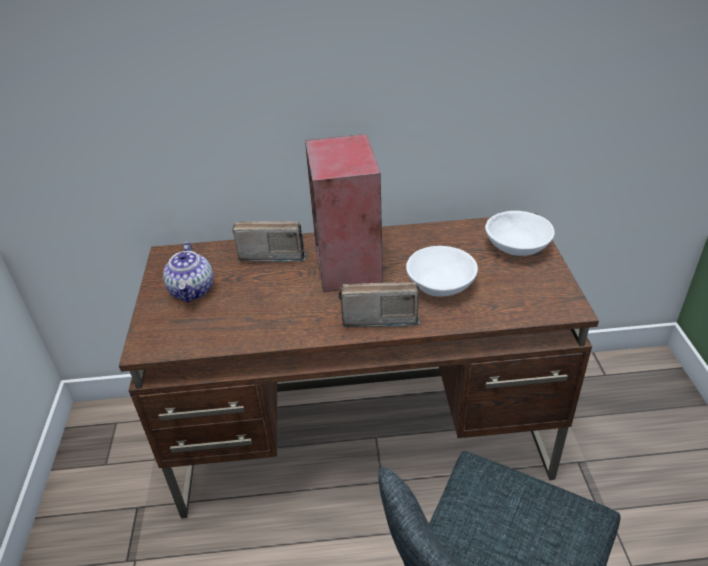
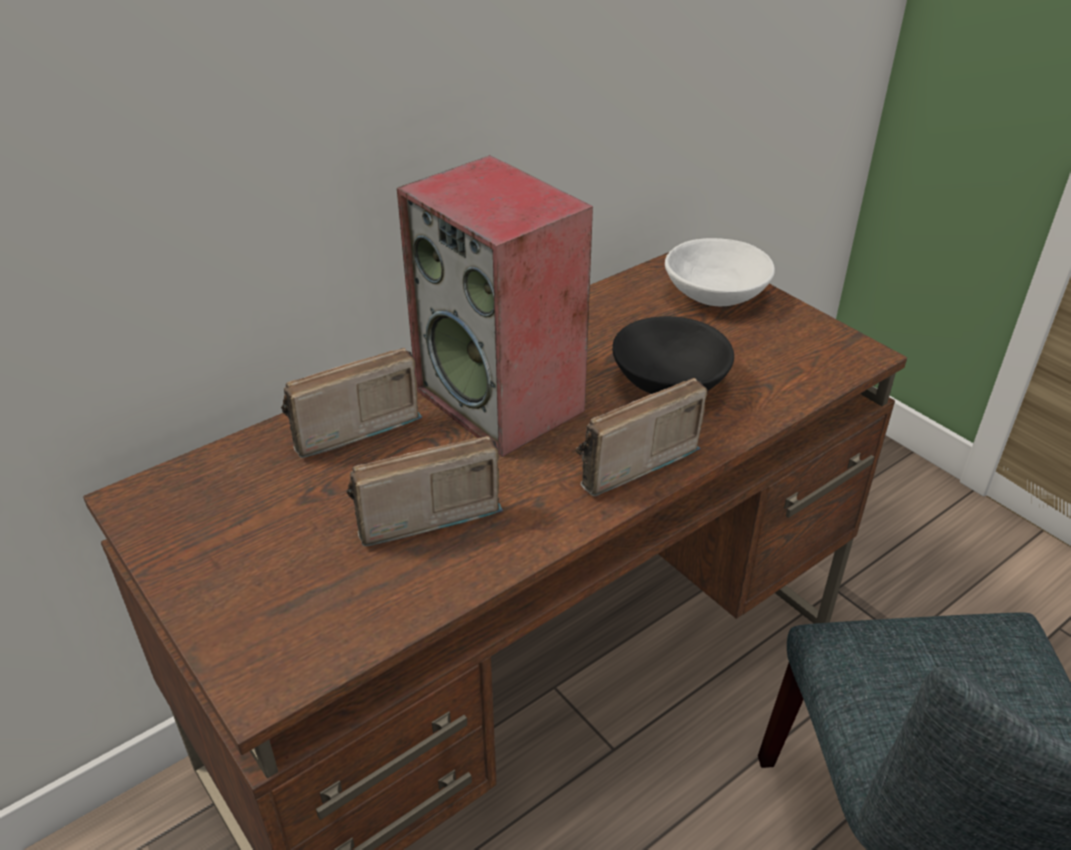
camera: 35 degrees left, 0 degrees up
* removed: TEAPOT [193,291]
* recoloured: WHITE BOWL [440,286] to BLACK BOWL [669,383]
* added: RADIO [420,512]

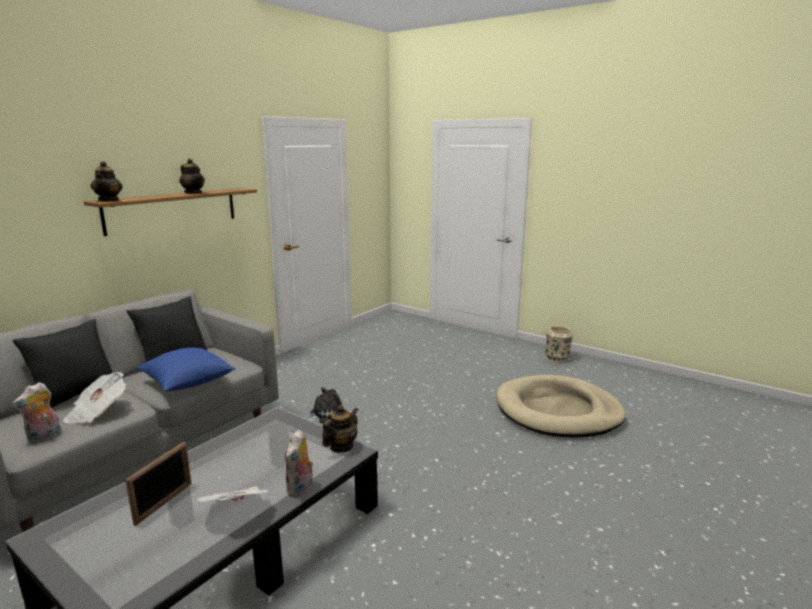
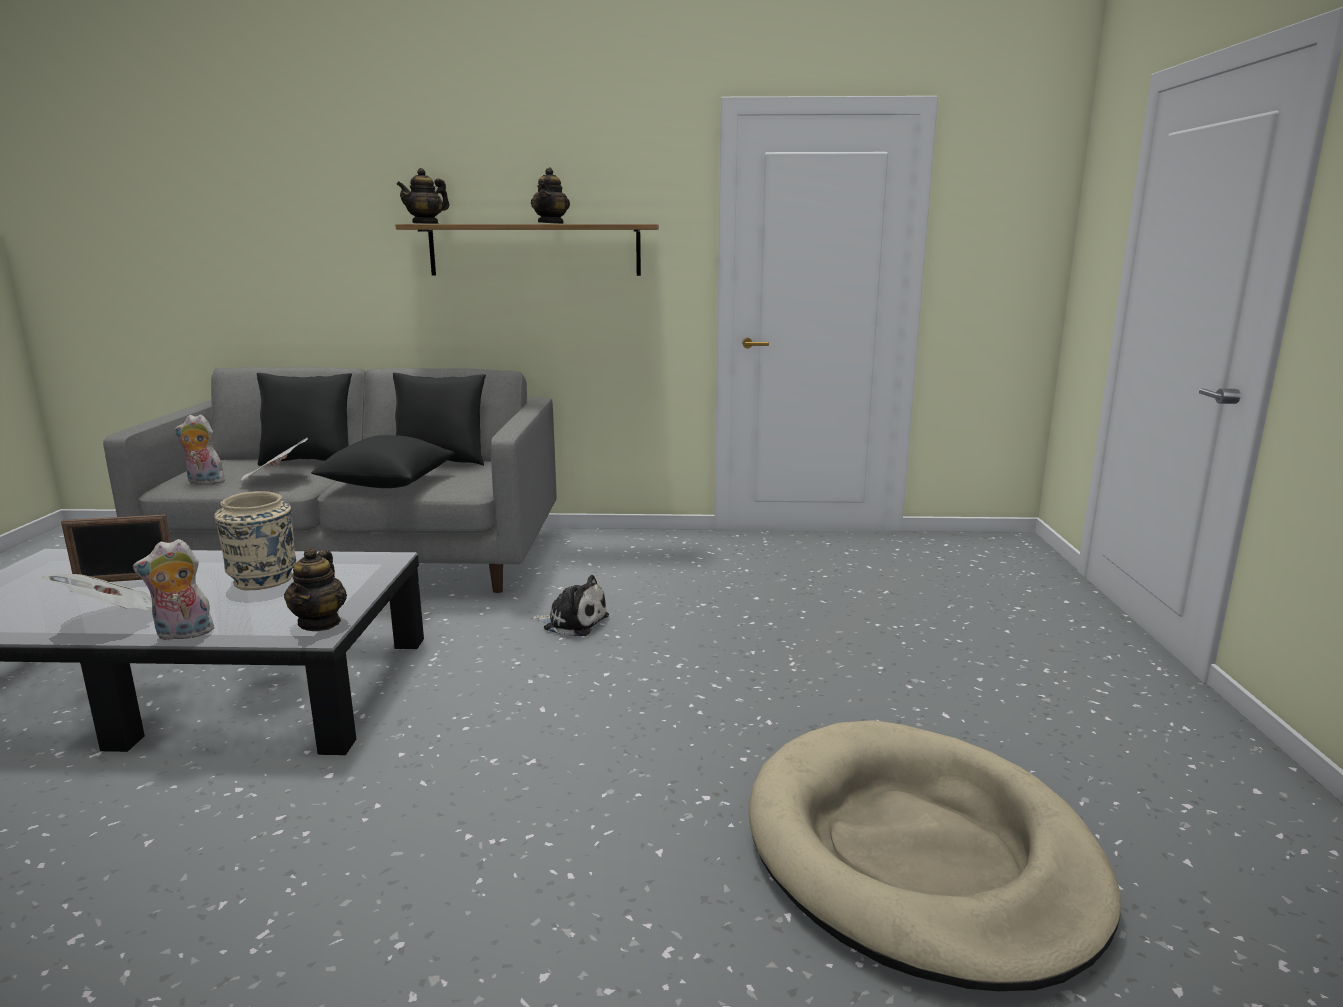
camera: 55 degrees right, 0 degrees up
* moved: BEIGE VASE [557,358] to [263,580]
* recoloured: BLUE PILLOW [188,382] to BLACK PILLOW [387,484]
* turned: TEAPOT [341,447] = [320,623] 90 degrees clockwise

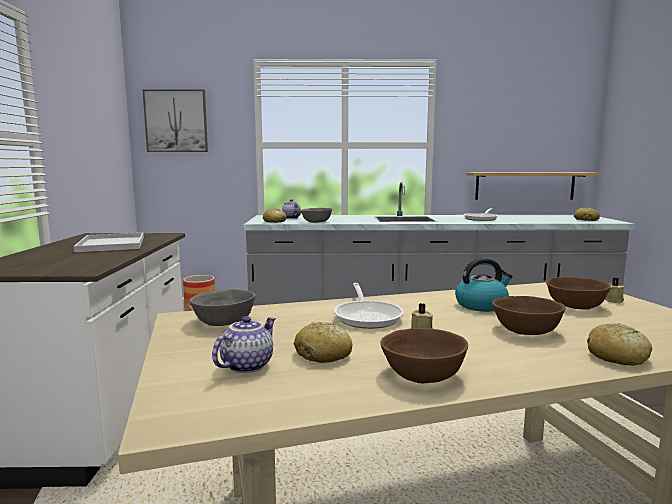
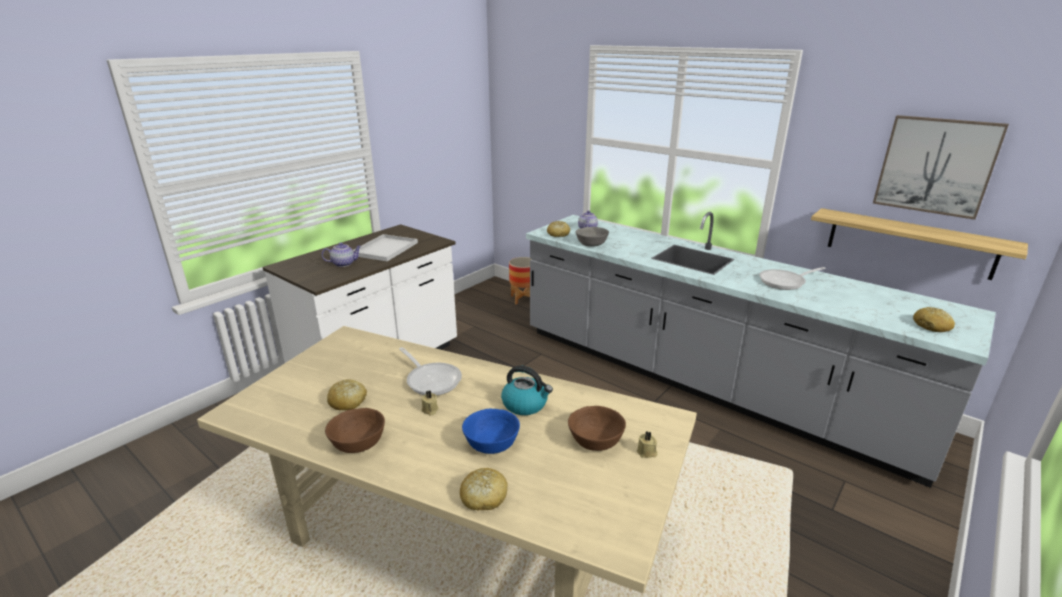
camera: 40 degrees right, 15 degrees up
* moved: PICTURE [176,121] to [936,166]
* turned: FRYING PAN [367,316] = [432,380] 75 degrees counterclockwise
* removed: GREY BOWL [223,321]
* recoloured: BROWN BOWL [525,330] to BLUE BOWL [491,443]
* moved: TEAPOT [246,365] to [344,264]

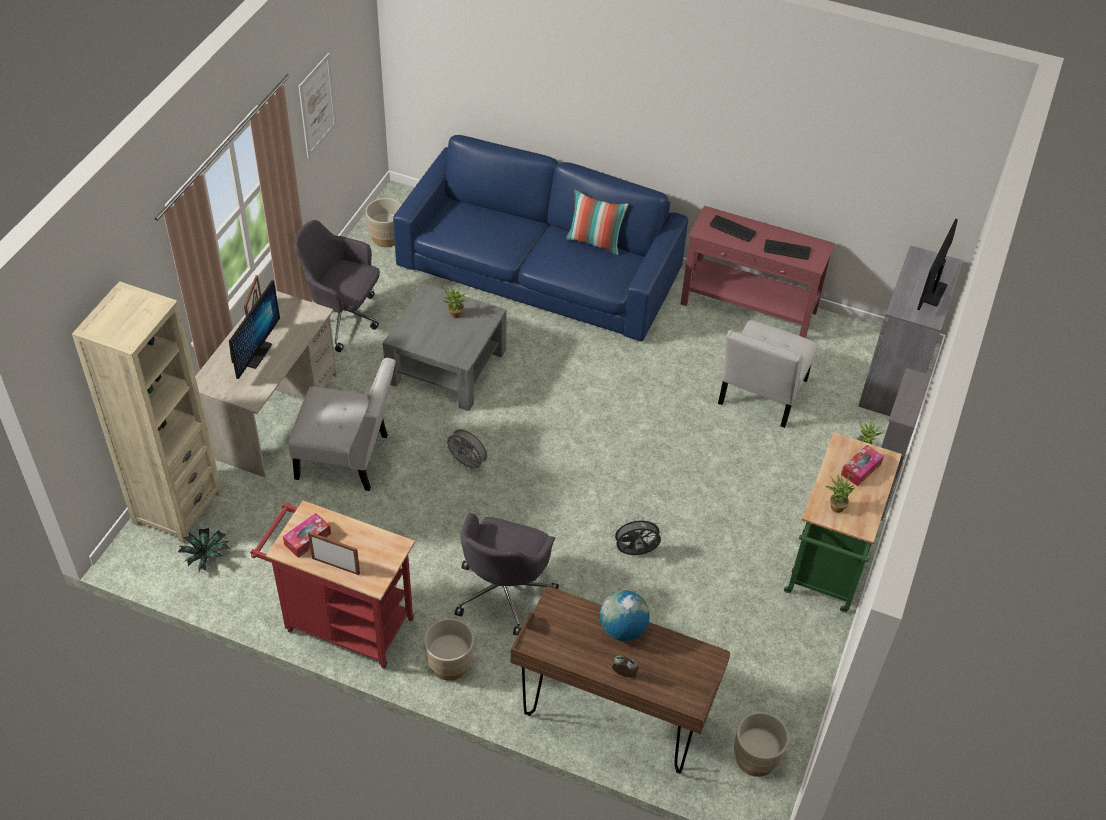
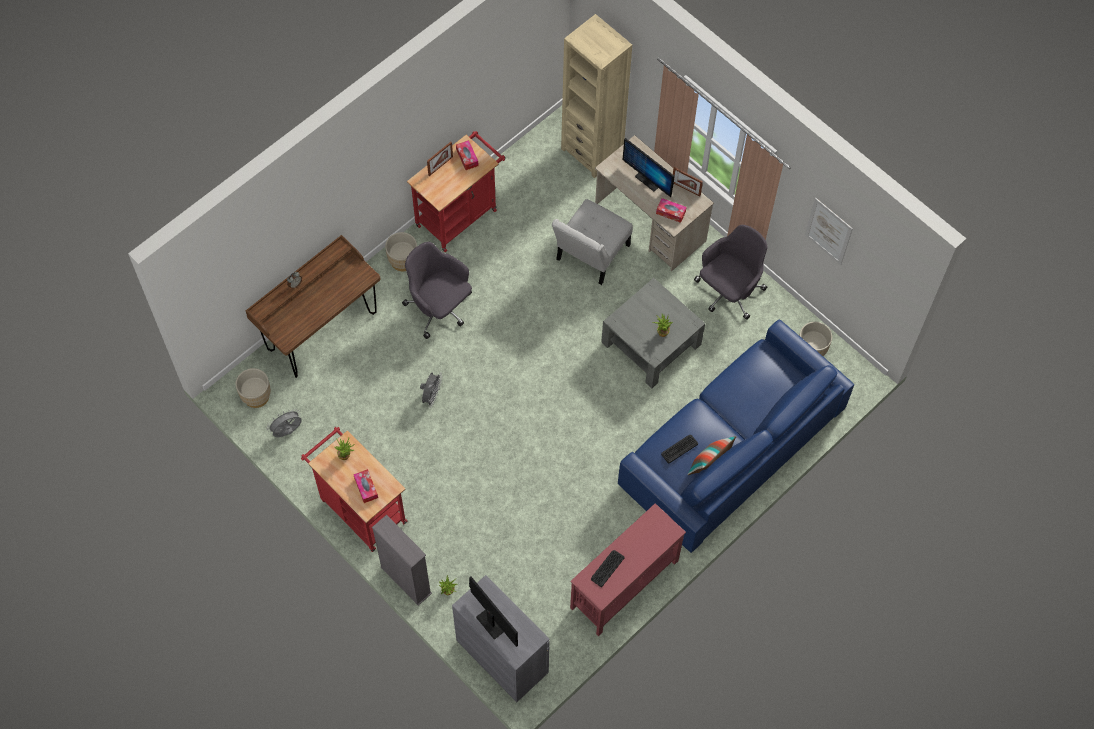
camera: 115 degrees right, 15 degrees up
* moved: KEYBOARD [732,229] to [679,448]
* removed: WHITE CHAIR [760,395]
* moved: GREY FAN [467,464] to [287,432]
* recoloured: GREEN CART [827,570] to RED CART [360,508]
* removed: POTTED PLANT [206,556]
* removed: GLOBE [622,629]
* added: TISSUE BOX [670,212]

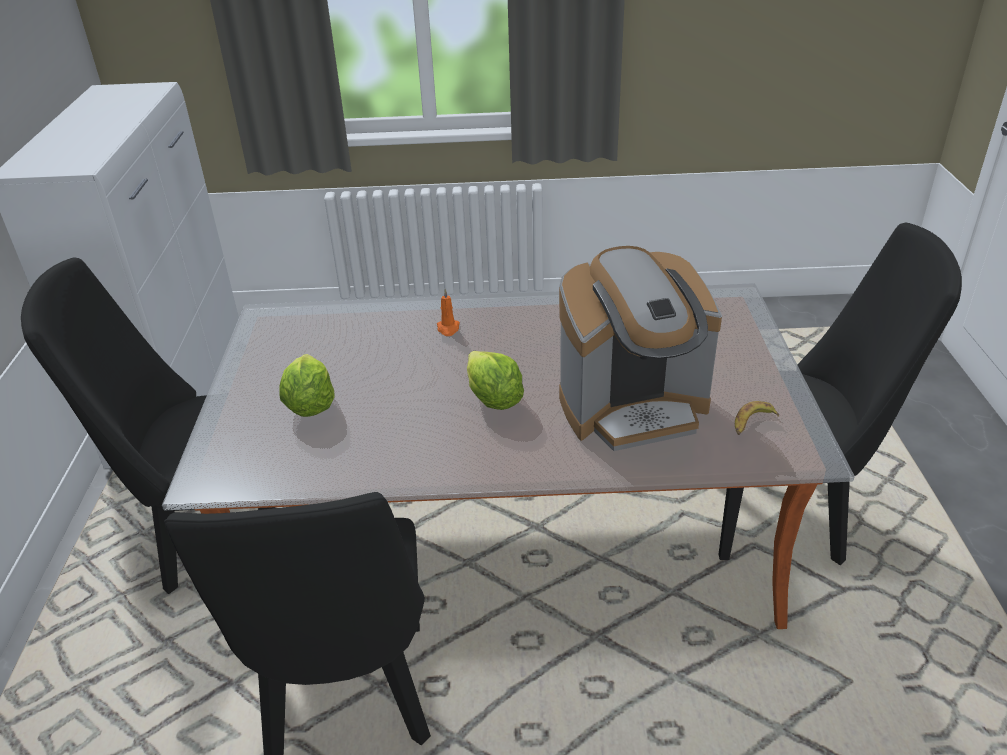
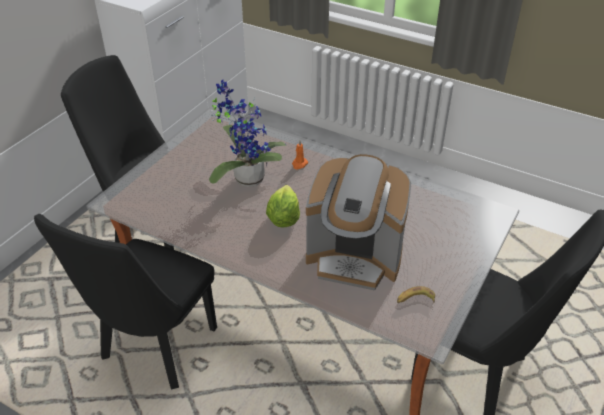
camera: 30 degrees right, 5 degrees up
* removed: LETTUCE [310,405]
* added: POTTED PLANT [246,177]

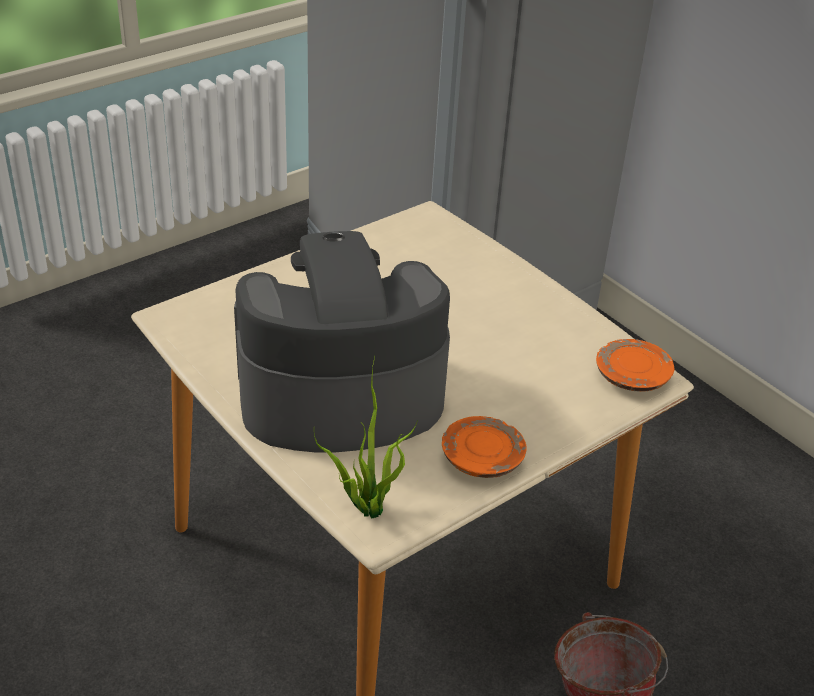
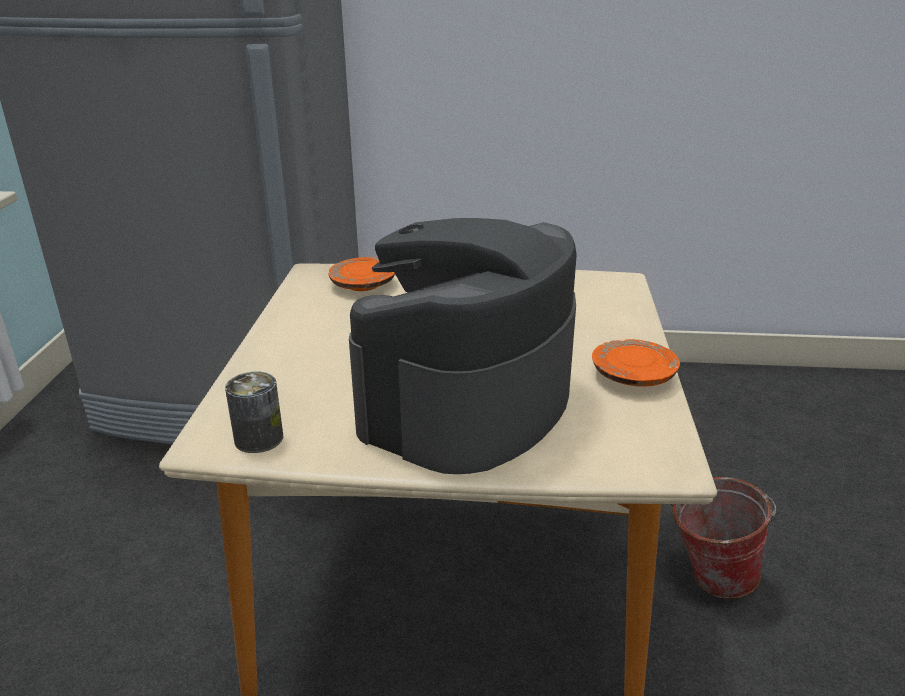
camera: 45 degrees left, 10 degrees down
* moved: ORANGE PLATE [631,376] to [363,285]
* removed: POTTED PLANT [366,507]
* added: CAN [259,438]

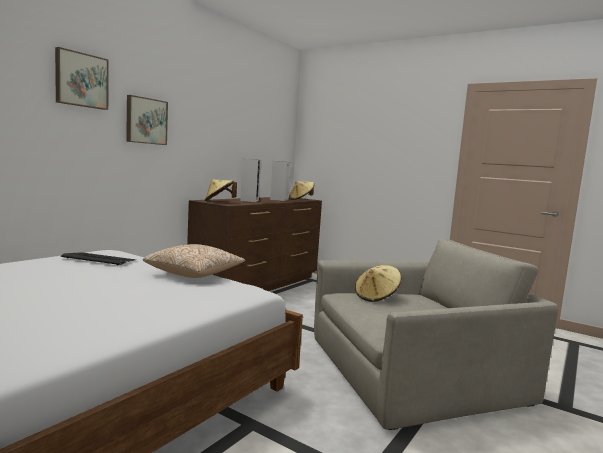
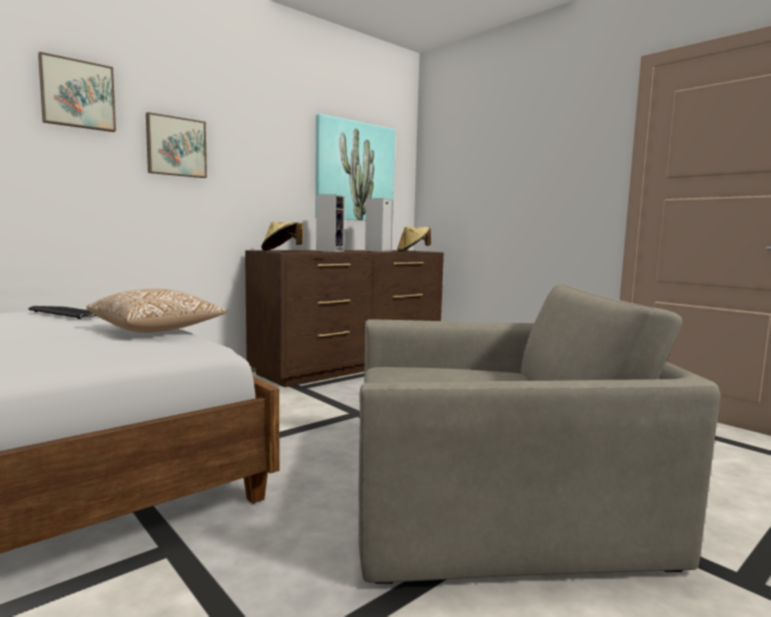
camera: 15 degrees right, 0 degrees up
* removed: BEIGE HAT [376,297]
* added: PICTURE [354,172]

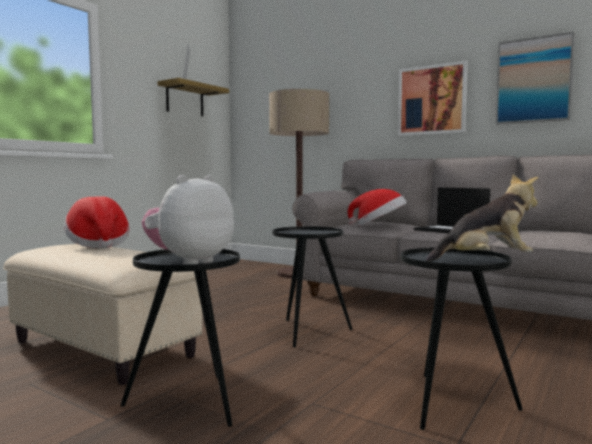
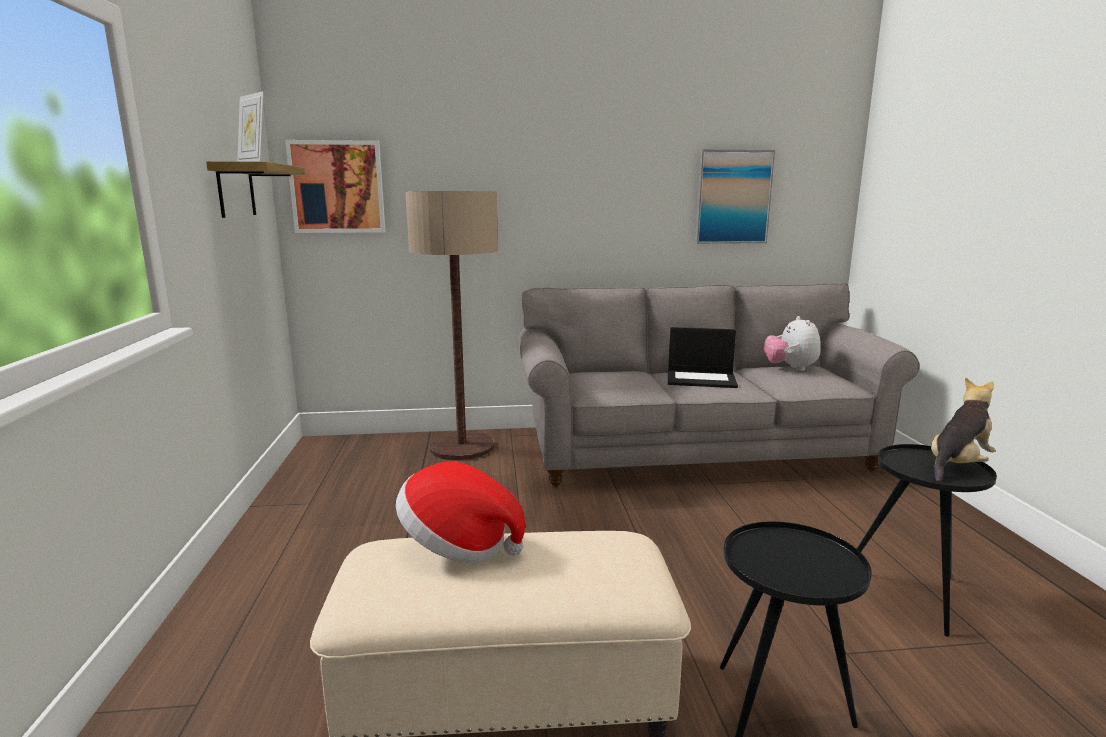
camera: 40 degrees left, 10 degrees up
* moved: PICTURE [432,100] to [337,187]
* moved: PLUSH TOY [189,262] to [790,368]
* removed: HAT [378,226]
* removed: BLACK SIDE TABLE [307,332]

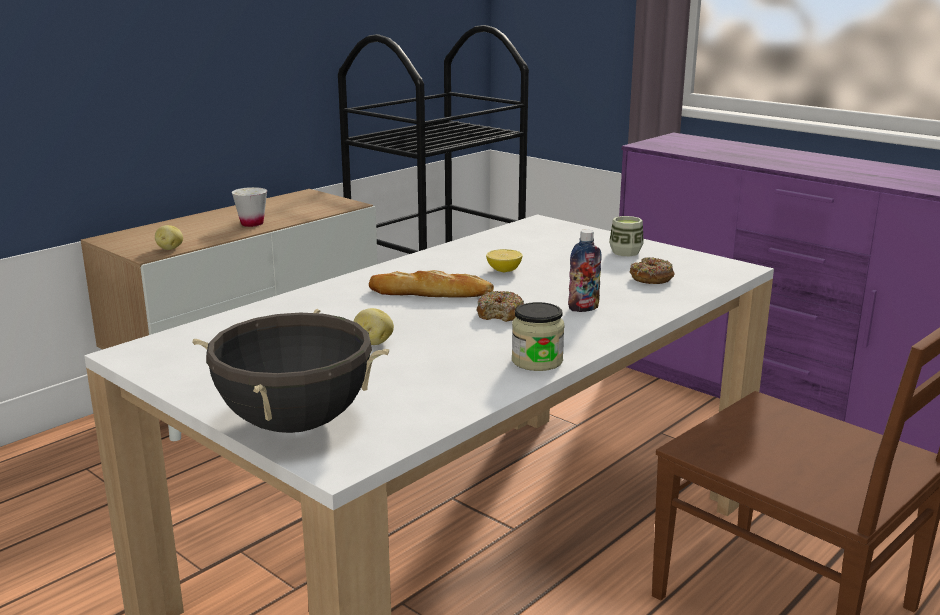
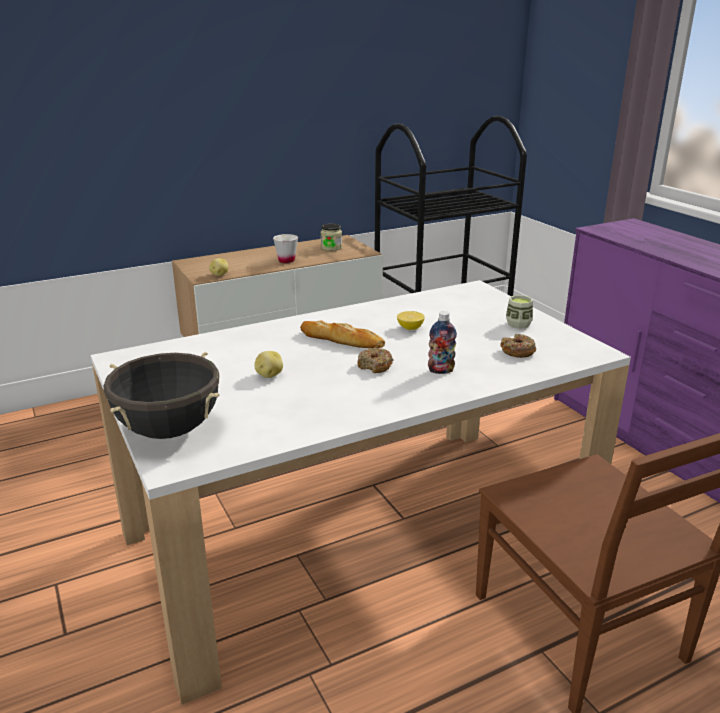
camera: 20 degrees right, 5 degrees up
* moved: JAR [537,361] to [331,248]

